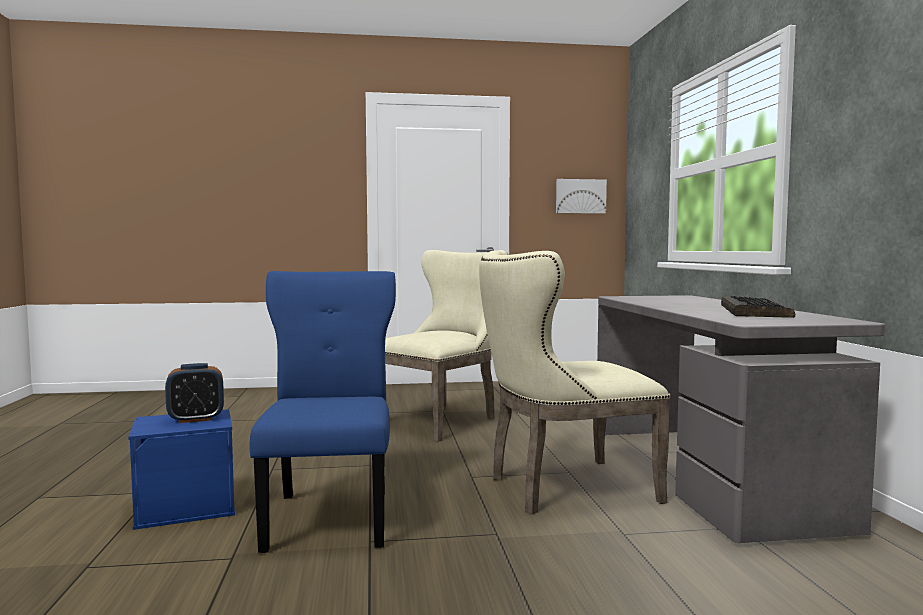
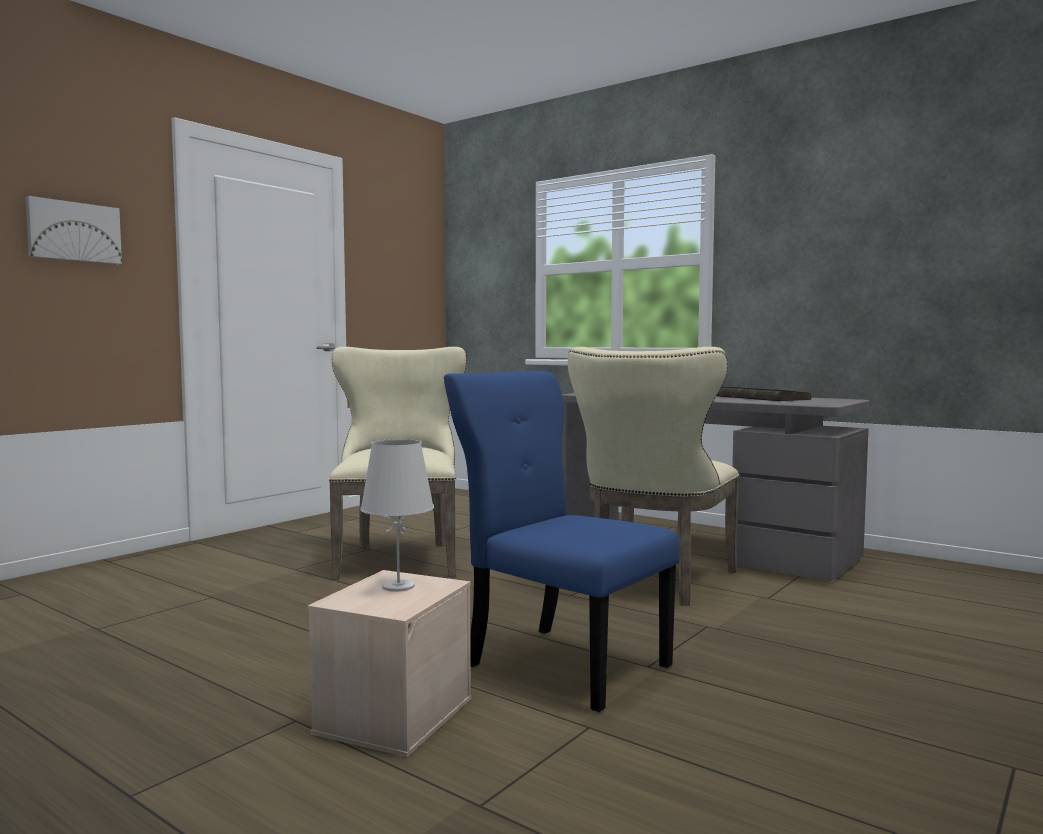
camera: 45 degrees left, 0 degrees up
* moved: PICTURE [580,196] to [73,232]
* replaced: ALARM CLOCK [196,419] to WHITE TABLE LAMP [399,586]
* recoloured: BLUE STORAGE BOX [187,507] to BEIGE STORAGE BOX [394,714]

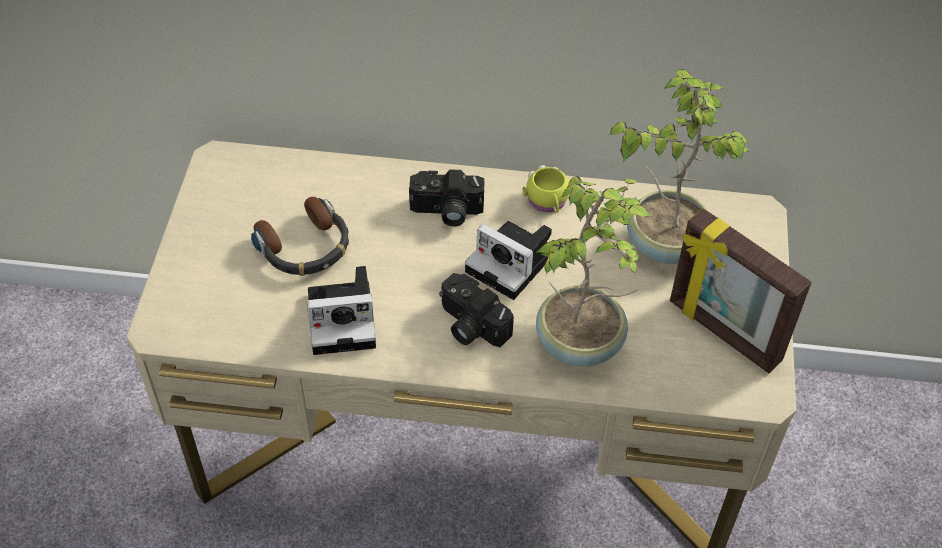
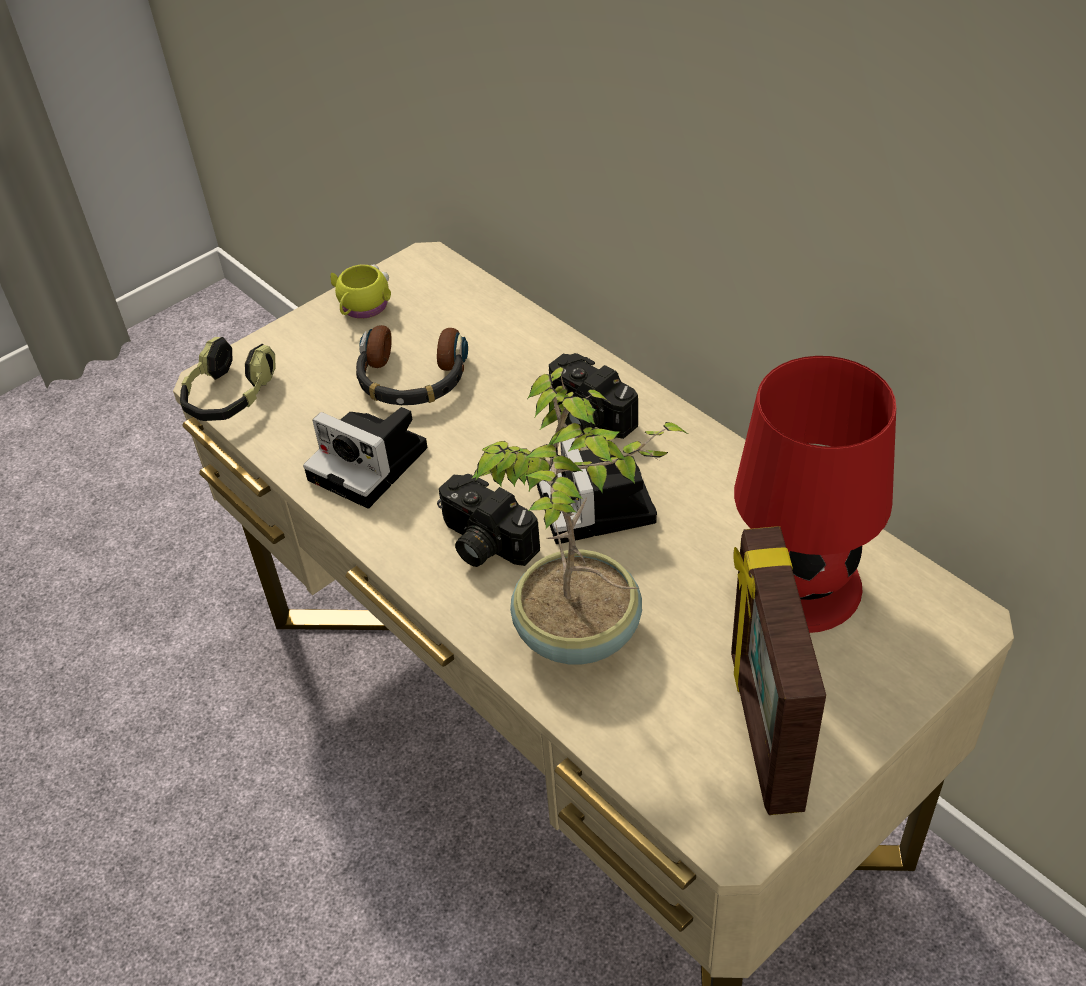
camera: 45 degrees right, 5 degrees down
* replaced: POTTED PLANT [665,242] to RED TABLE LAMP [801,585]
* moved: YELLOW MUG [548,202] to [362,308]
* turned: PHOTO CAMERA [469,325] = [482,542] 45 degrees counterclockwise
* added: HEADPHONES [230,397]

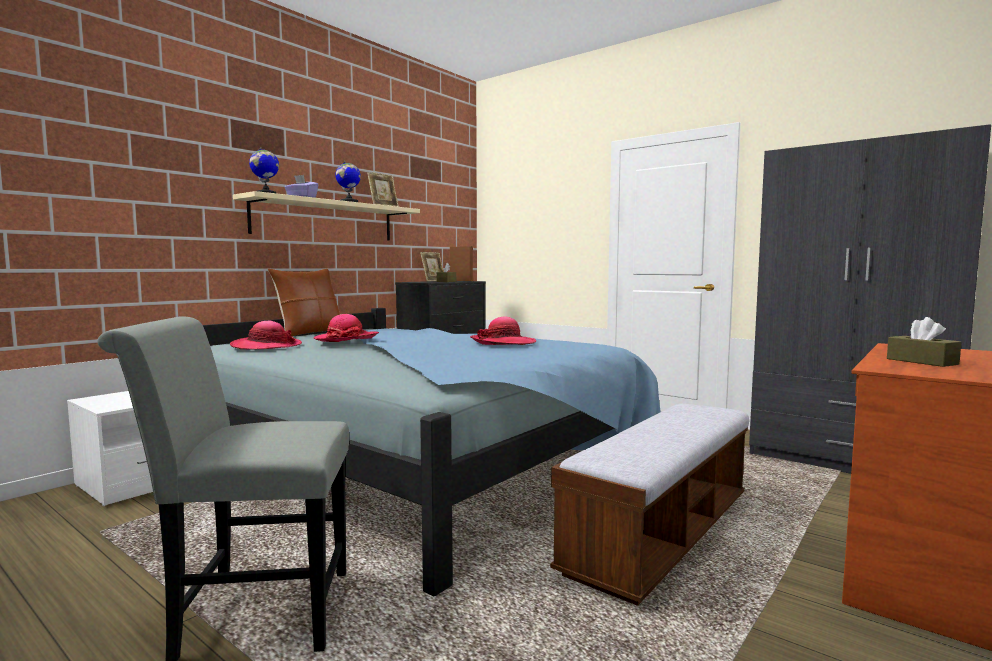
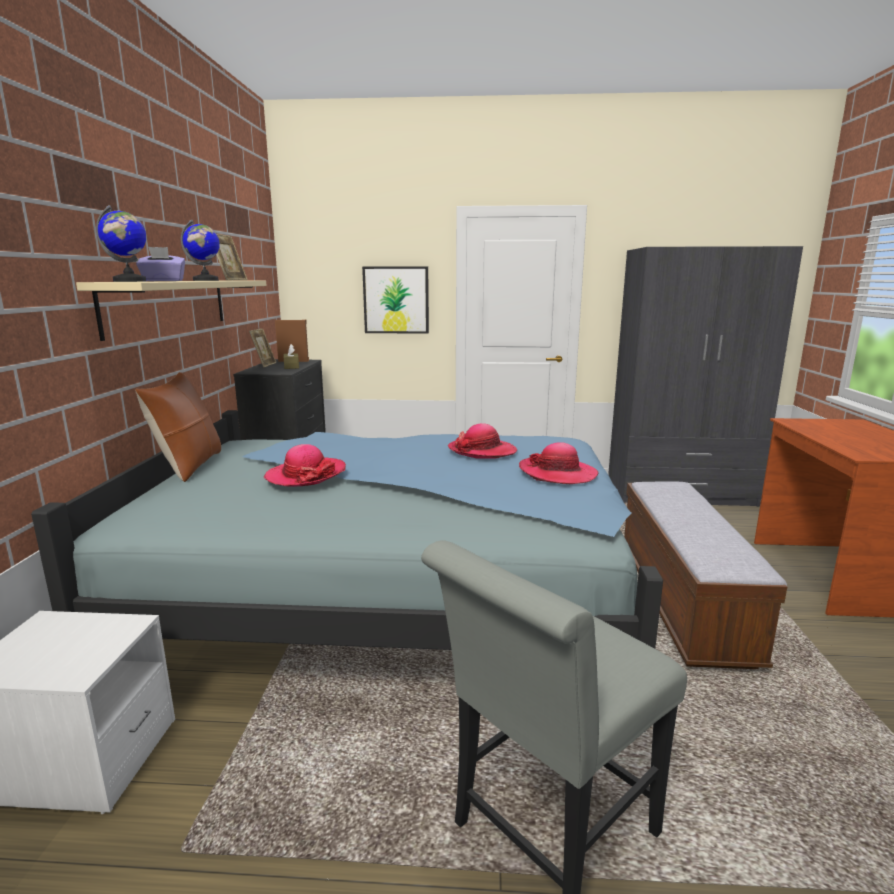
camera: 35 degrees left, 10 degrees up
* removed: BROWN TISSUE BOX [921,361]
* moved: HAT [266,346] to [557,473]
* added: PICTURE [396,300]

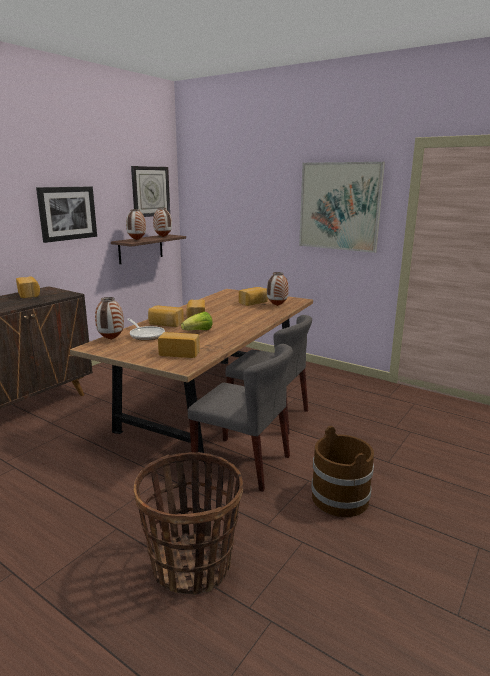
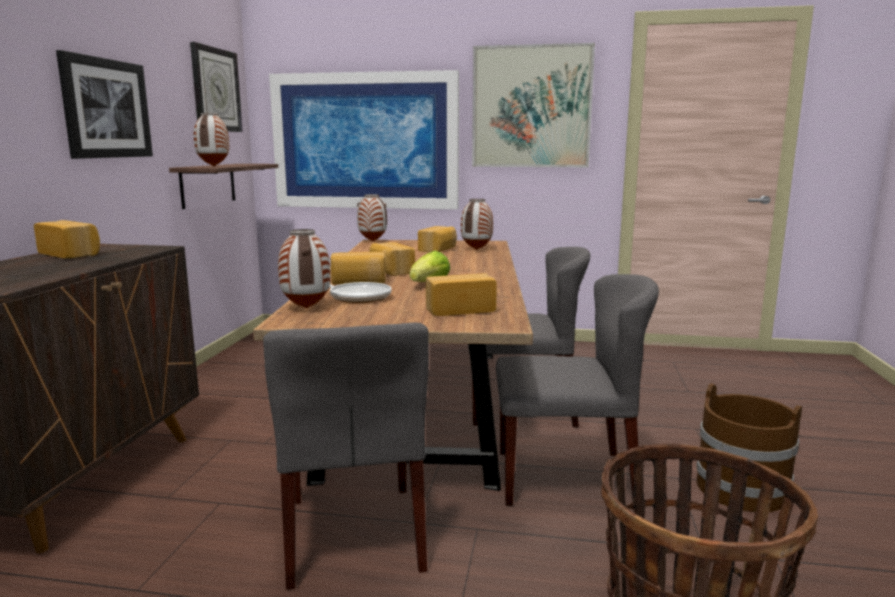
camera: 25 degrees left, 5 degrees down
* moved: VASE [163,237] to [373,241]
* added: PICTURE [365,141]
* added: GREY CHAIR [354,534]

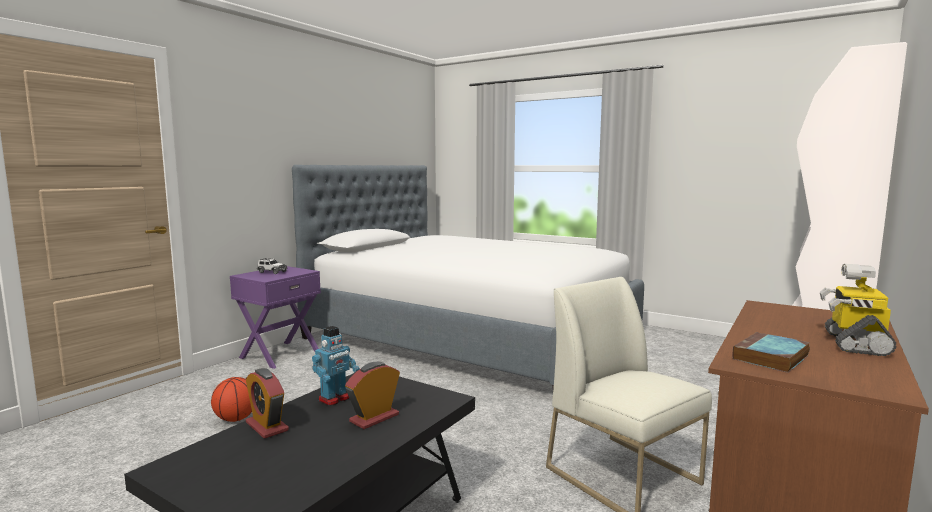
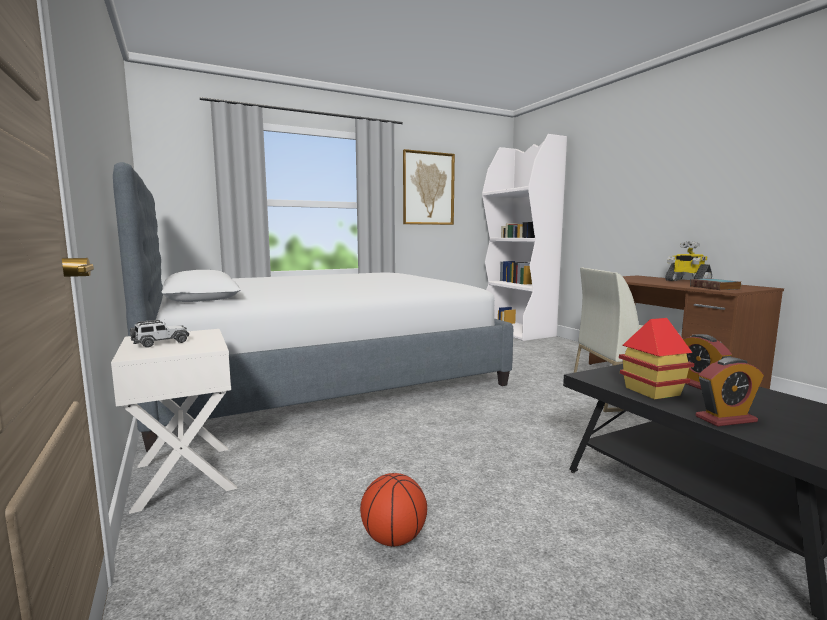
camera: 60 degrees left, 0 degrees up
* recoloured: PURPLE NIGHTSTAND [279,354] to WHITE NIGHTSTAND [183,477]
* replaced: TOY ROBOT [334,399] to TOY HOUSE [652,391]
* added: PICTURE [428,188]

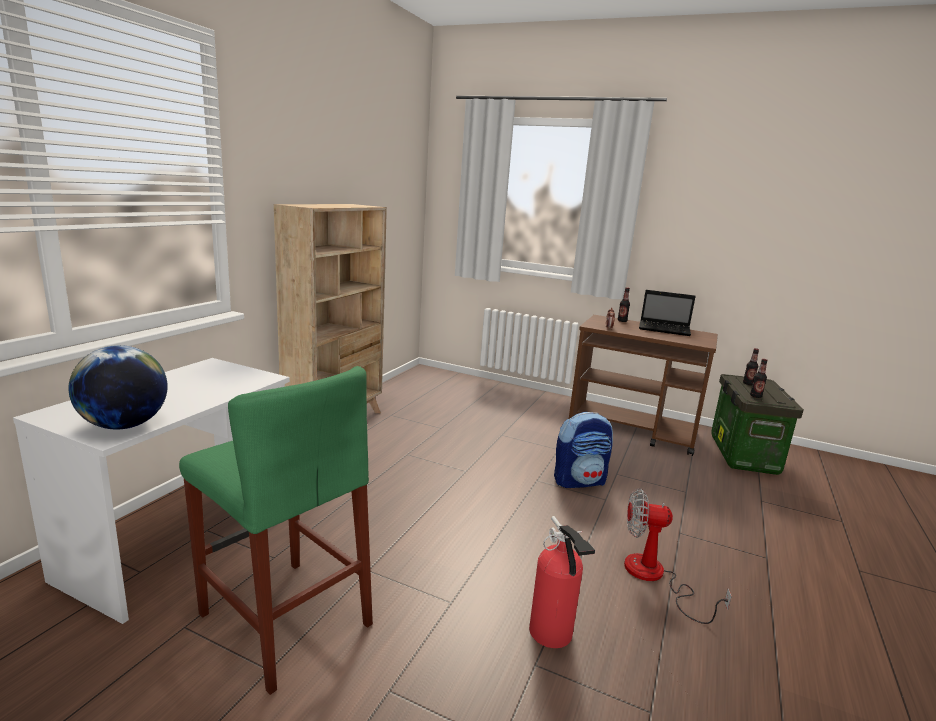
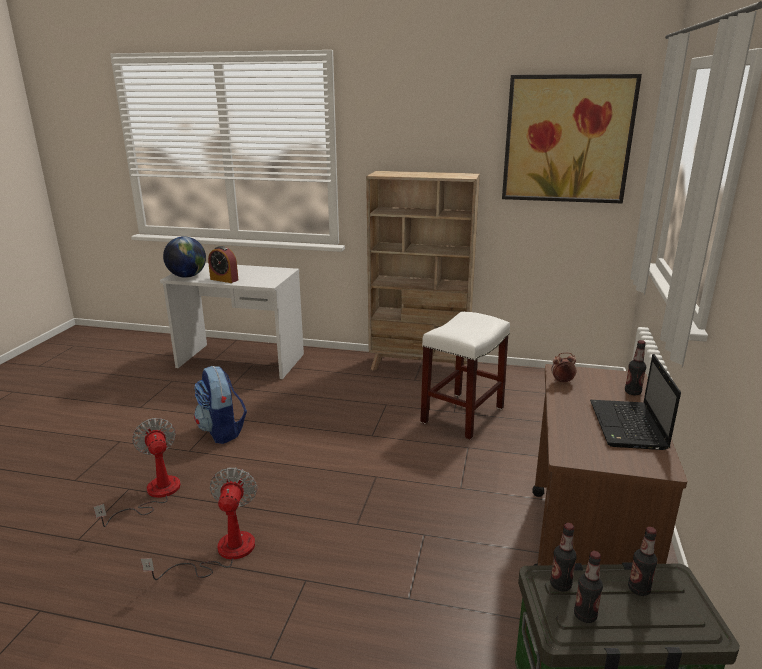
camera: 80 degrees right, 5 degrees up
* removed: GREEN STOOL [285,619]
* moved: BACKPACK [579,481] to [222,431]
* replaced: FIRE EXTINGUISHER [552,635] to FAN [154,494]
* added: PICTURE [567,139]
* added: ALARM CLOCK [224,279]
* added: WHITE STOOL [462,414]
* added: BOTTLE [585,615]

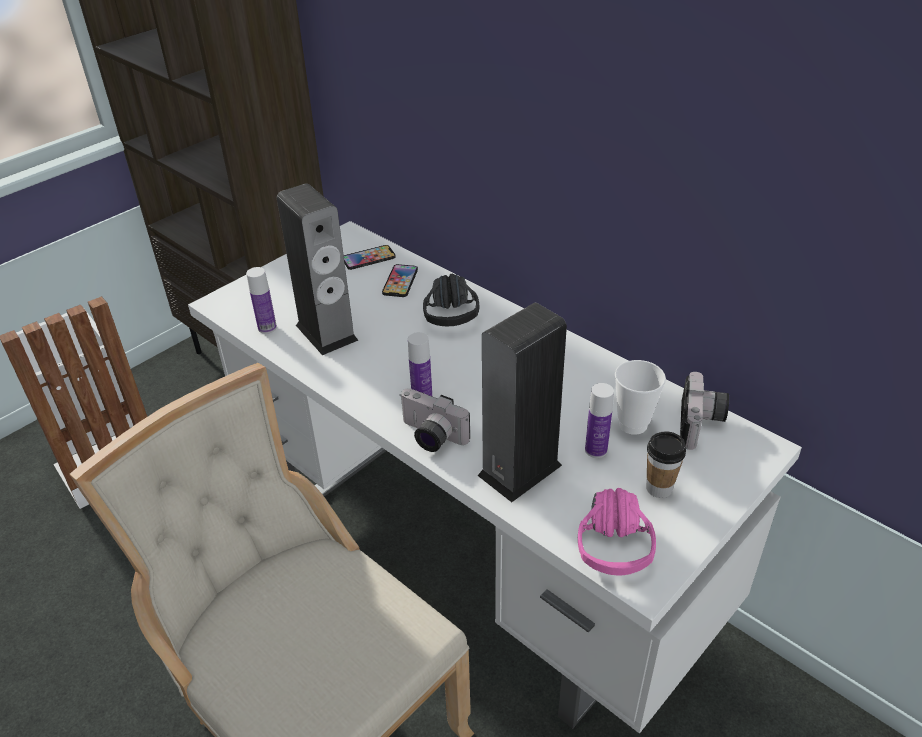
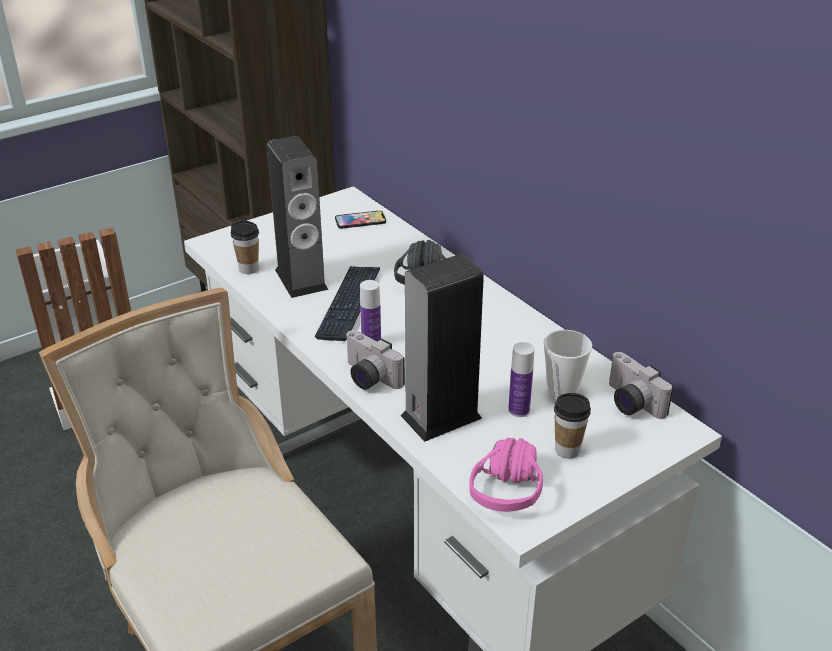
camera: 10 degrees right, 5 degrees down
* removed: PHONE [400,281]
* replaced: BOTTLE [267,328] to CUP [248,269]
* turned: PHOTO CAMERA [701,424] = [629,403] 120 degrees clockwise
* added: KEYBOARD [349,304]

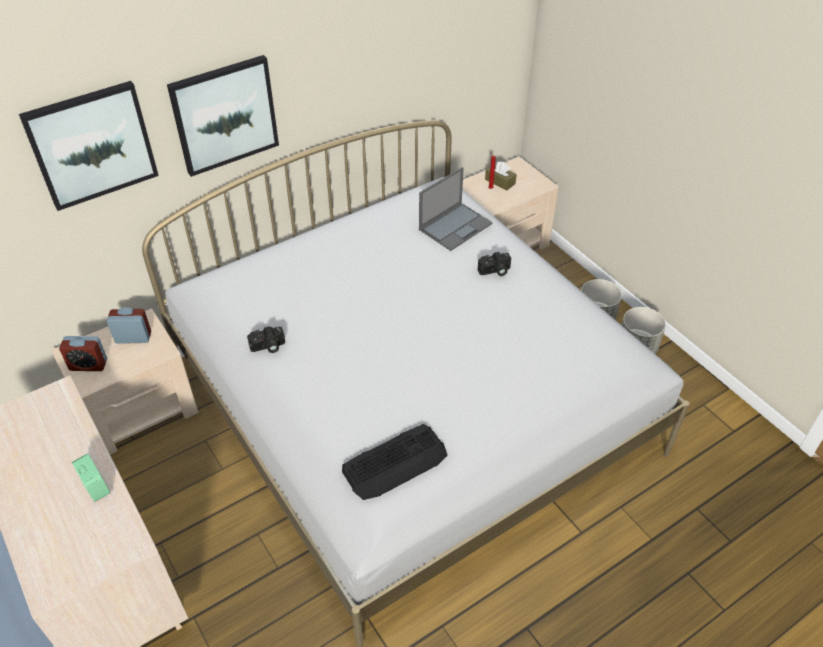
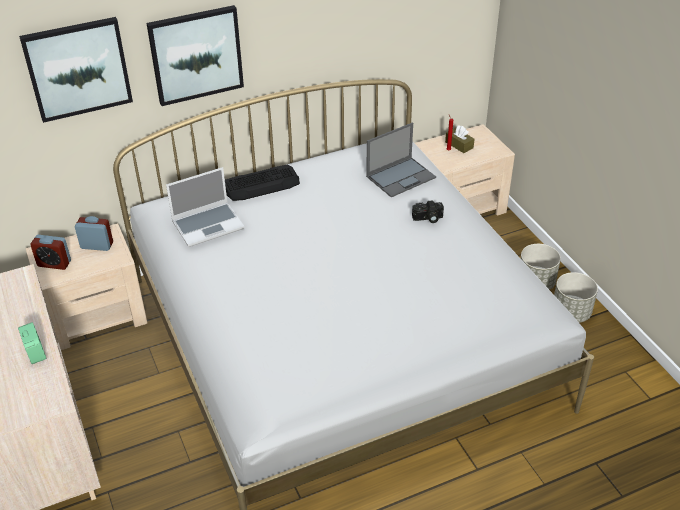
camera: 10 degrees right, 5 degrees down
* removed: PHOTO CAMERA [268,347]
* moved: KEYBOARD [395,462] to [261,184]
* added: LAPTOP [208,225]

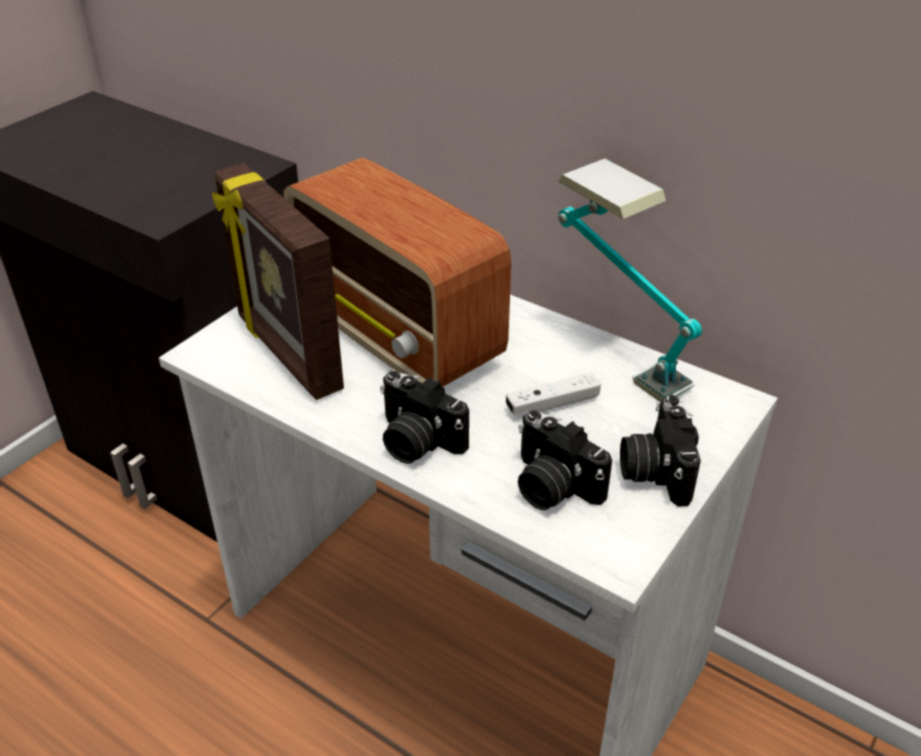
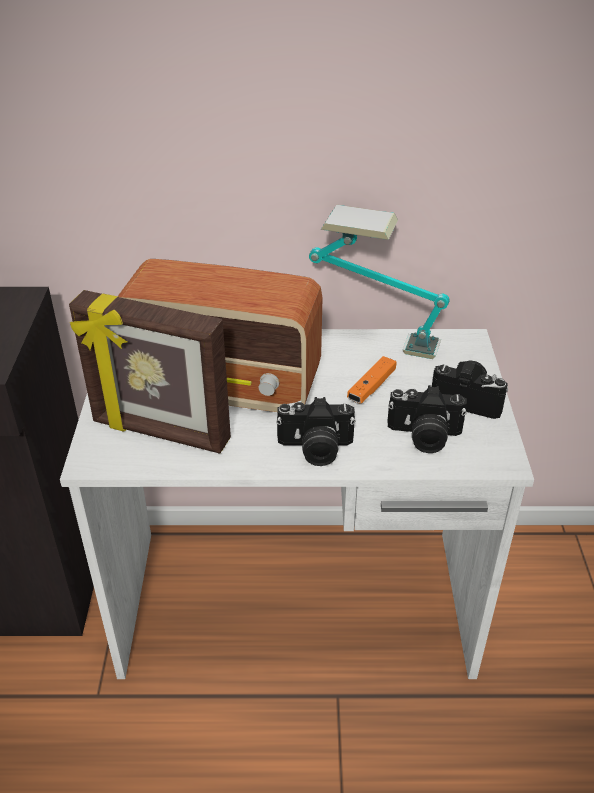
camera: 35 degrees left, 0 degrees up
* recoloured: WHITE GAME CONTROLLER [552,404] to ORANGE GAME CONTROLLER [371,387]
* turned: PHOTO CAMERA [654,470] = [468,399] 150 degrees clockwise

